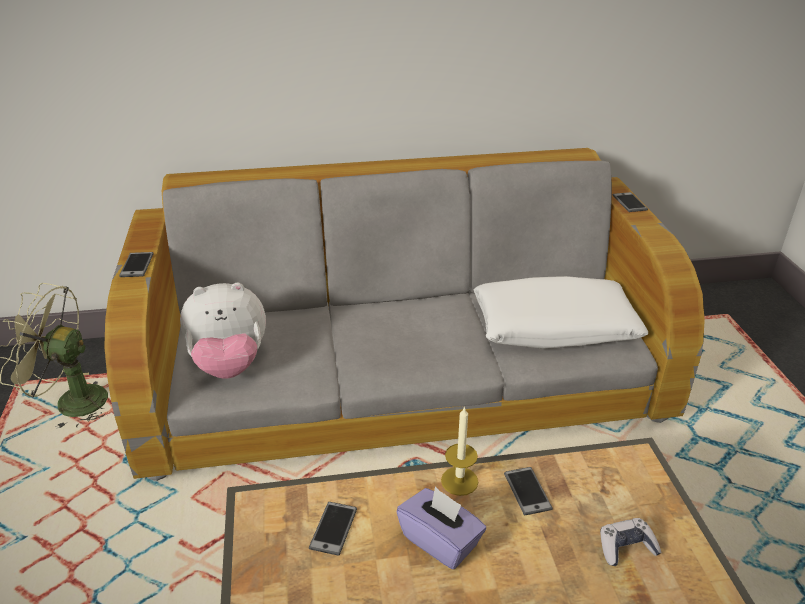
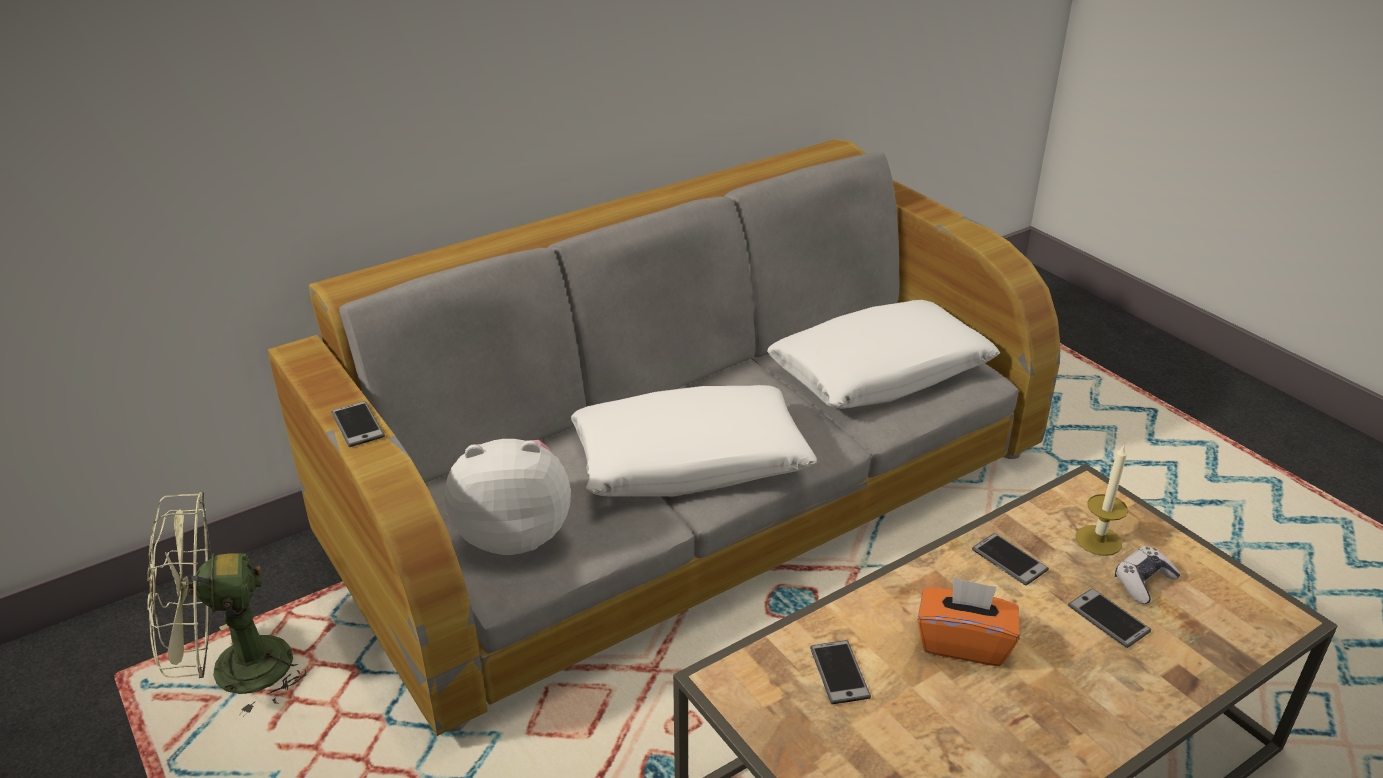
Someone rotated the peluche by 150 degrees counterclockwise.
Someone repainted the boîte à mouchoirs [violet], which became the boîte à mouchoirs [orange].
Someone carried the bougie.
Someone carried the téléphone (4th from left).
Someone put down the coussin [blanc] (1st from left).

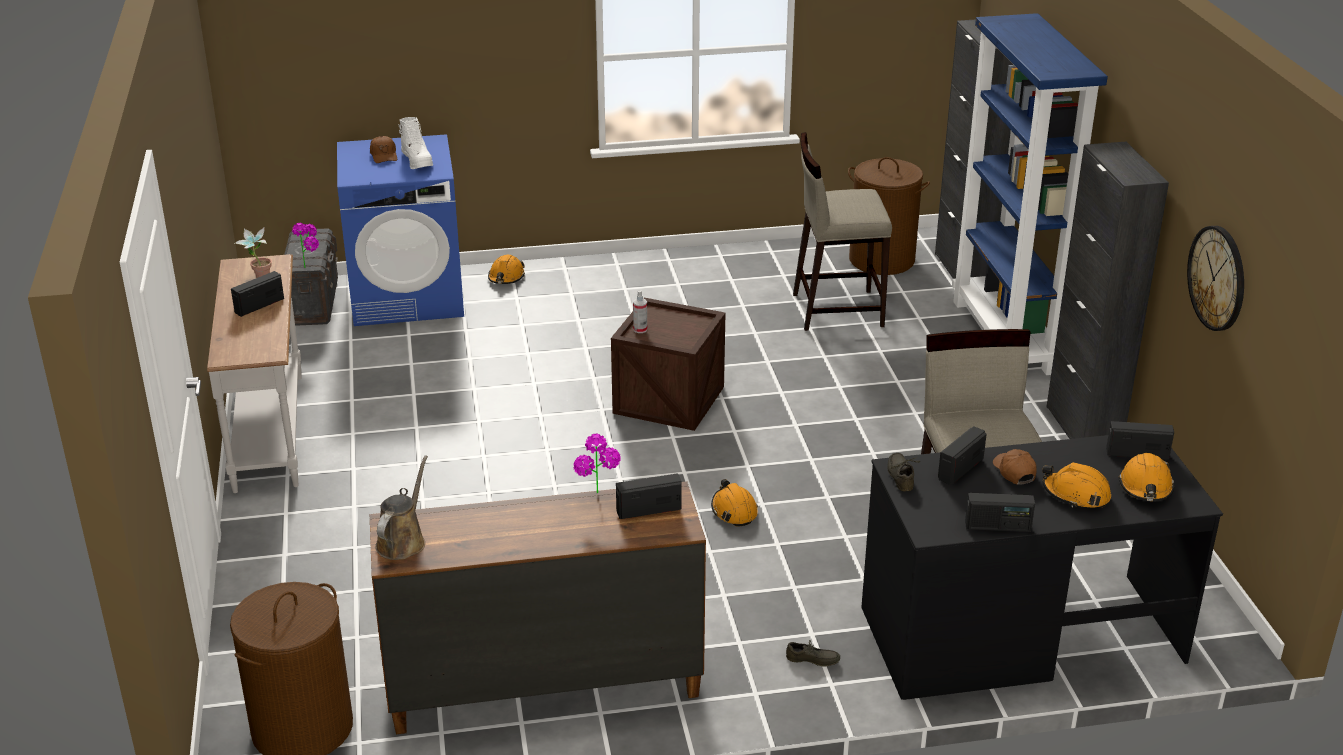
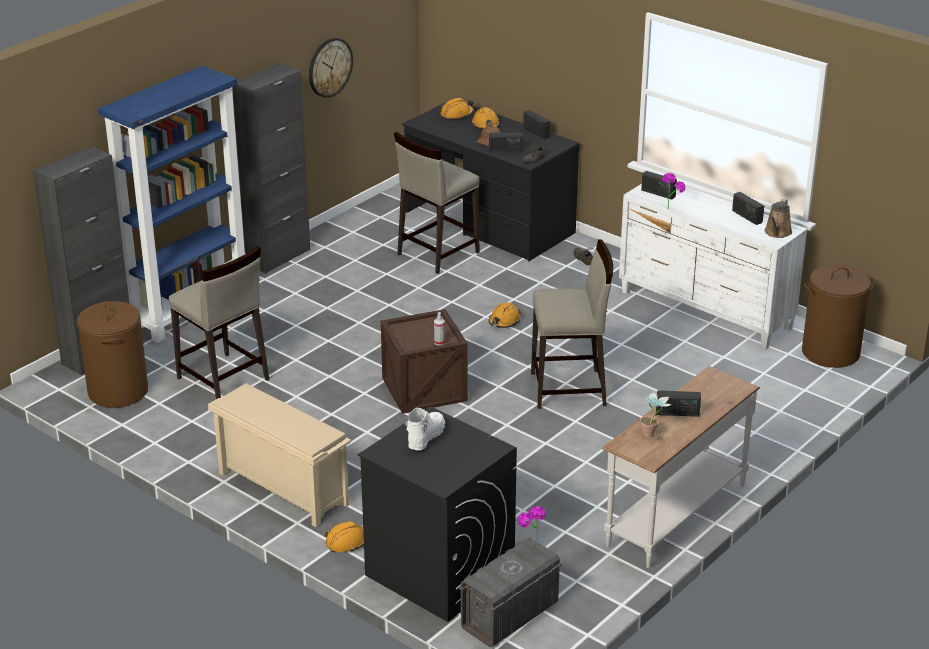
Someone repainted the lave-linge [bleu], which became the lave-linge [noir].
Someone took away the casquette [marron] (1st from left).
Someone repainted the commode [marron], which became the commode [blanc].
Someone rotated the arrosoir [marron] by 45 degrees counterclockwise.
Someone carried the radio (5th from left).
Someone put down the étagère à chaussures [beige].
Someone put down the tabouret [beige] (3rd from left).

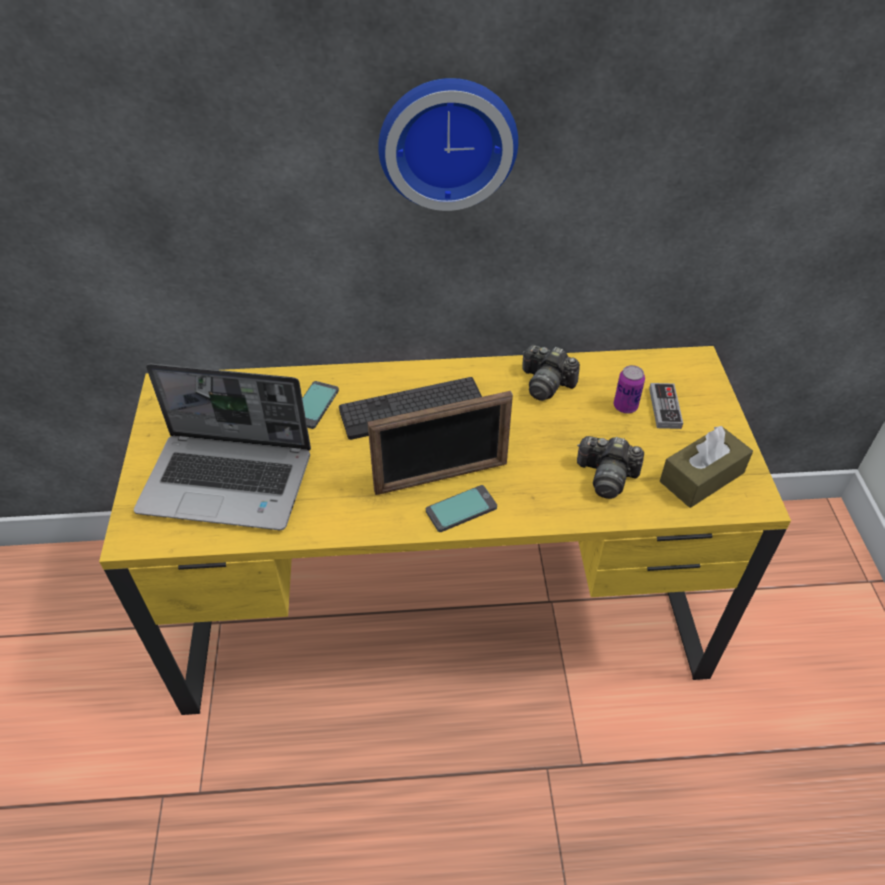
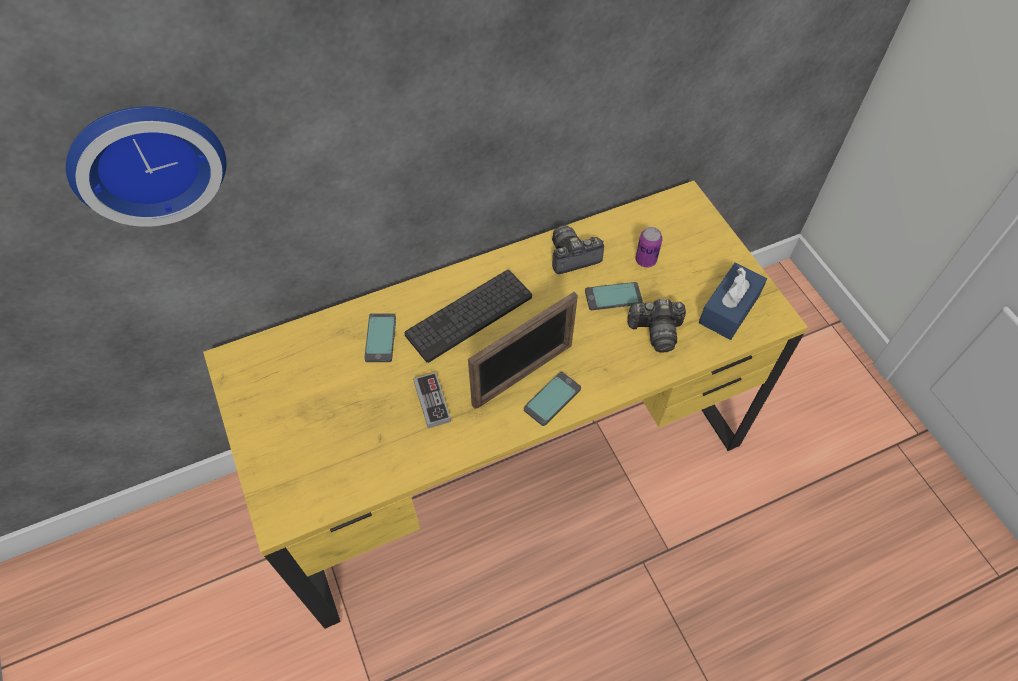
Someone took away the ordinateur portable.
Someone carried the horloge murale.
Someone rotated the appareil photo (1st from left) by 150 degrees clockwise.
Someone carried the manette.
Someone repainted the boîte à mouchoirs [marron], which became the boîte à mouchoirs [bleu].
Someone put down the téléphone (3rd from left).

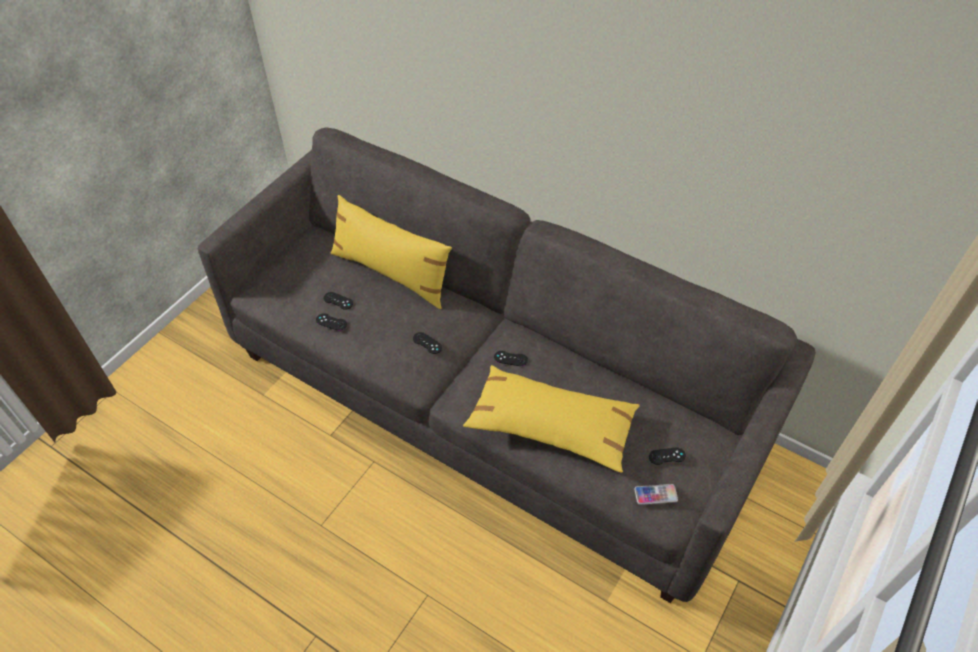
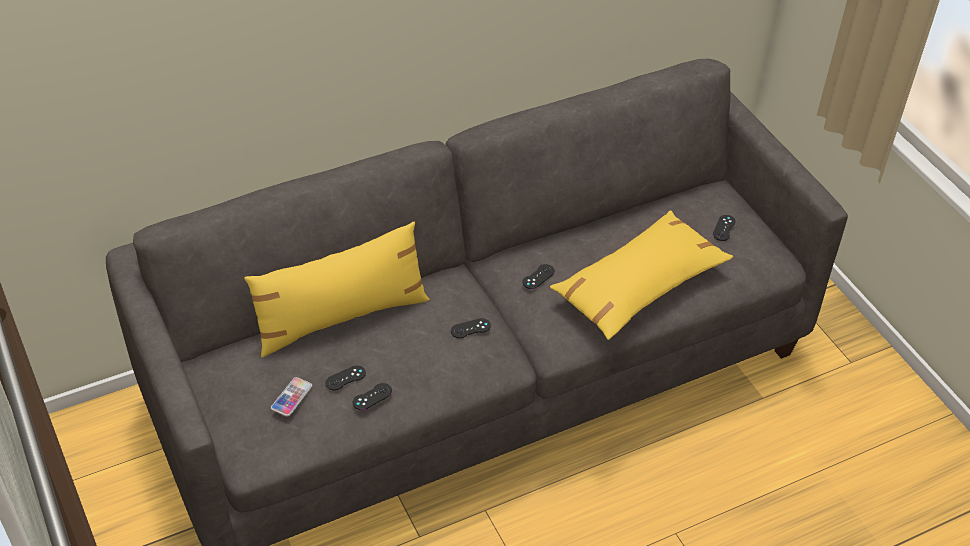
Someone carried the téléphone.

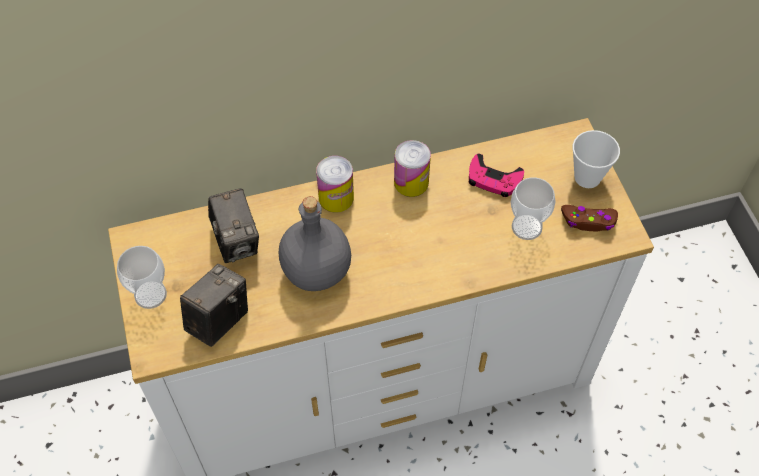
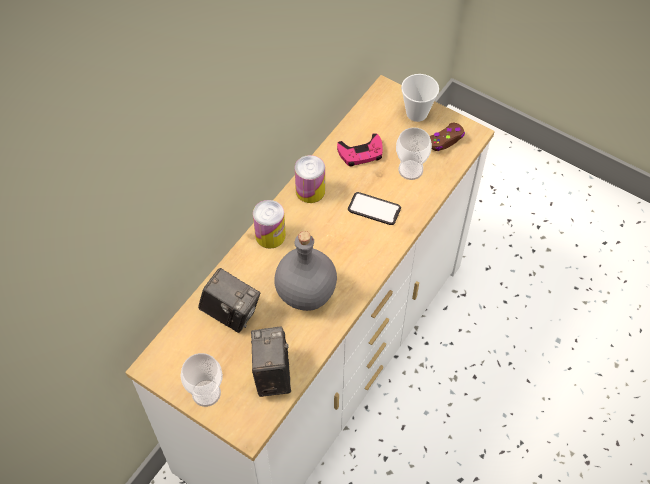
Someone put down the téléphone.

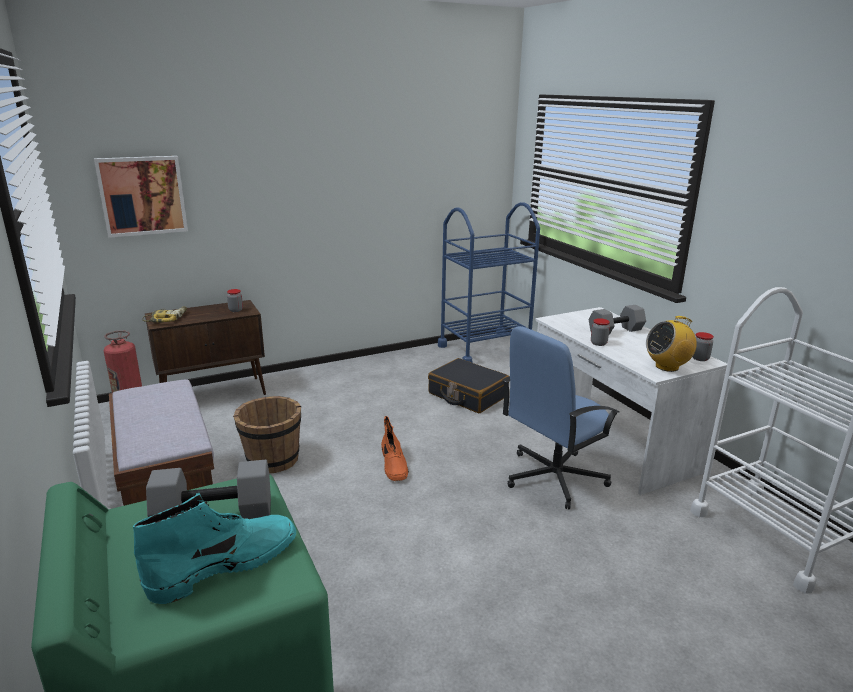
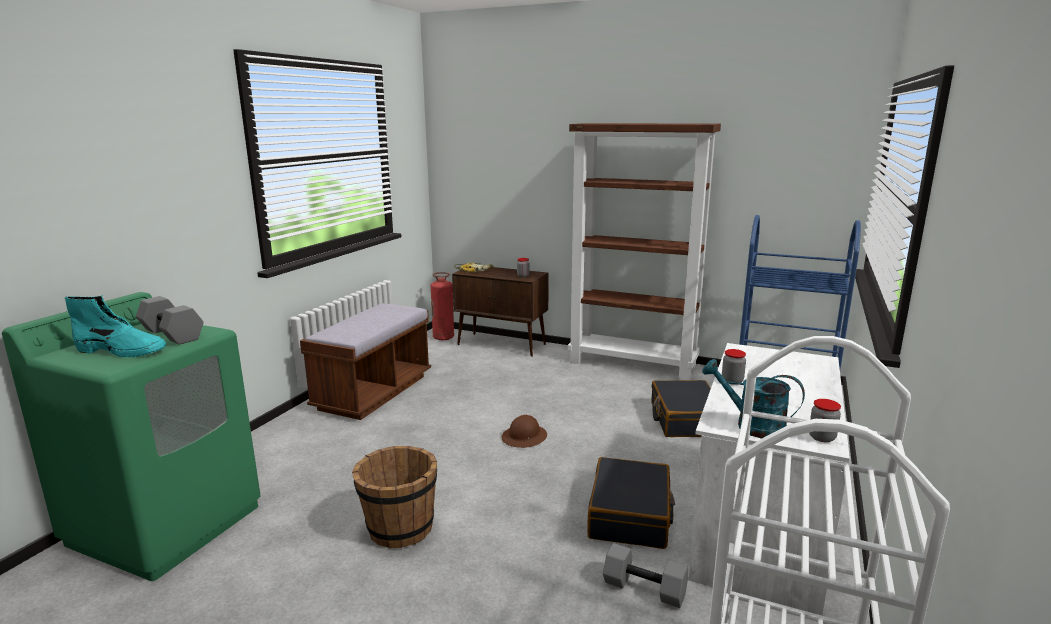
Someone took away the tableau.
Someone carried the seau [marron].
Someone swapped the botte [orange] for the casque de chantier [marron].
Someone swapped the chaise de bureau [bleu] for the valise [noir] (1st from left).
Someone carried the haltère [gris] (2nd from left).
Someone swapped the radio for the arrosoir [turquoise].
Someone put down the bibliothèque [marron].

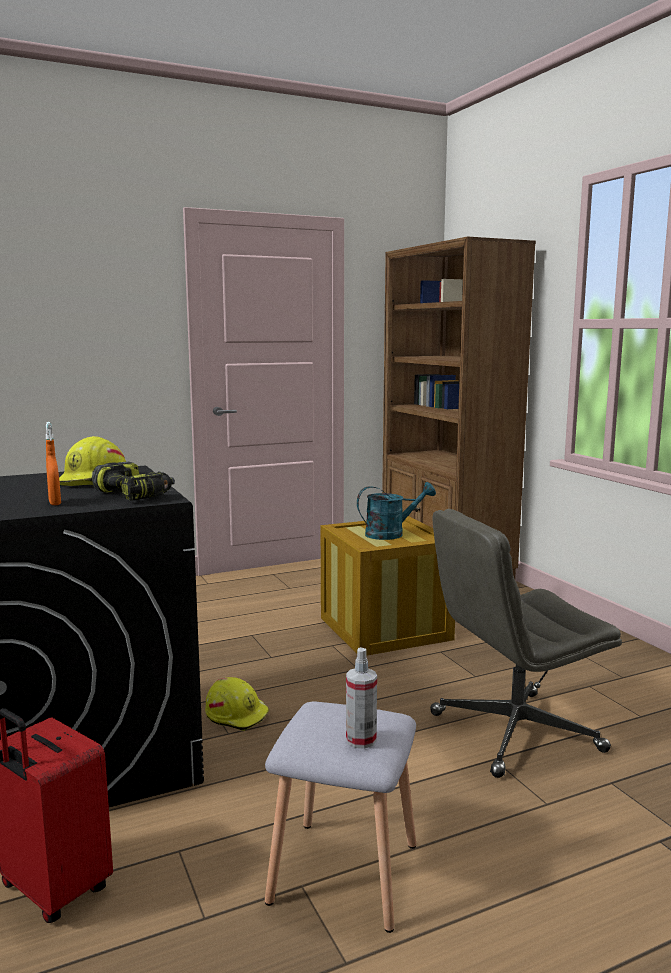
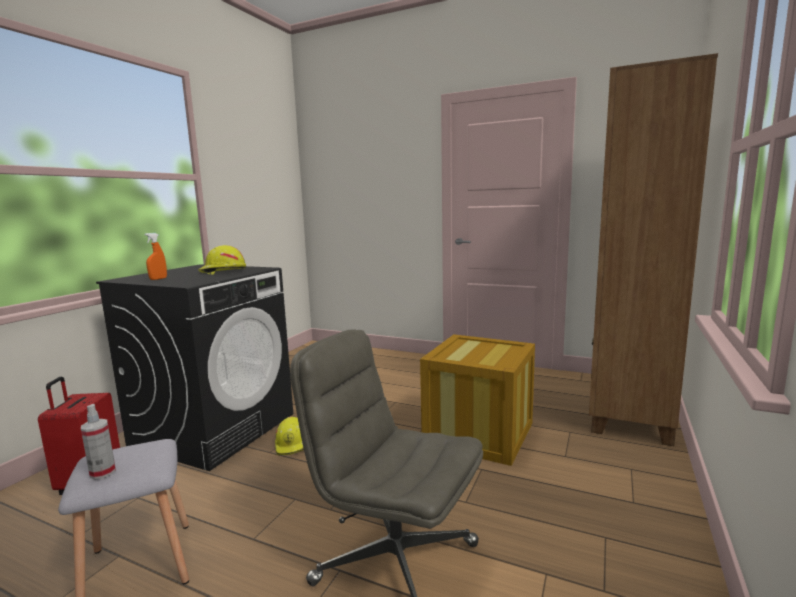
Someone took away the perceuse.
Someone took away the arrosoir [turquoise].

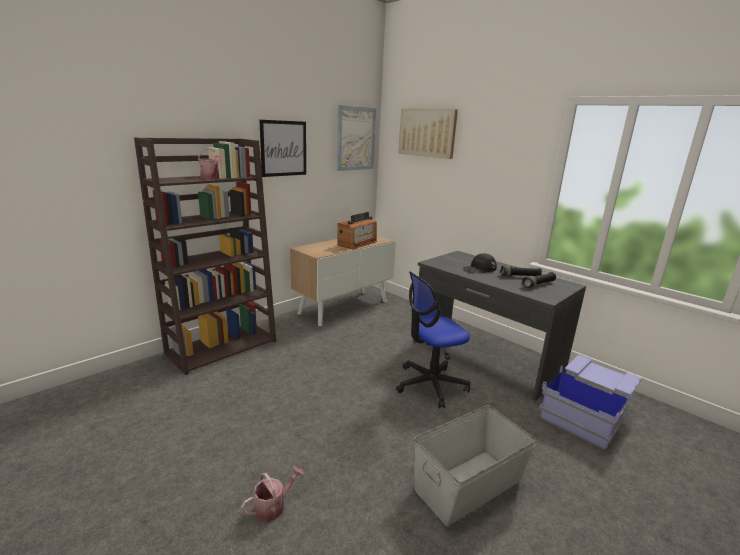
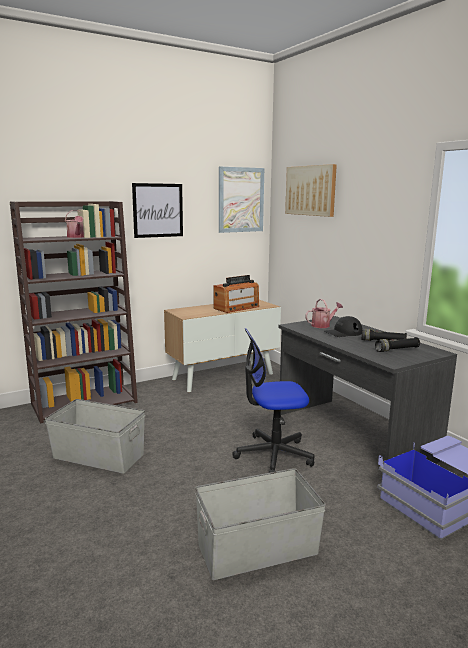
Someone carried the arrosoir (2nd from left).
Someone put down the boîte de rangement [gris] (1st from left).

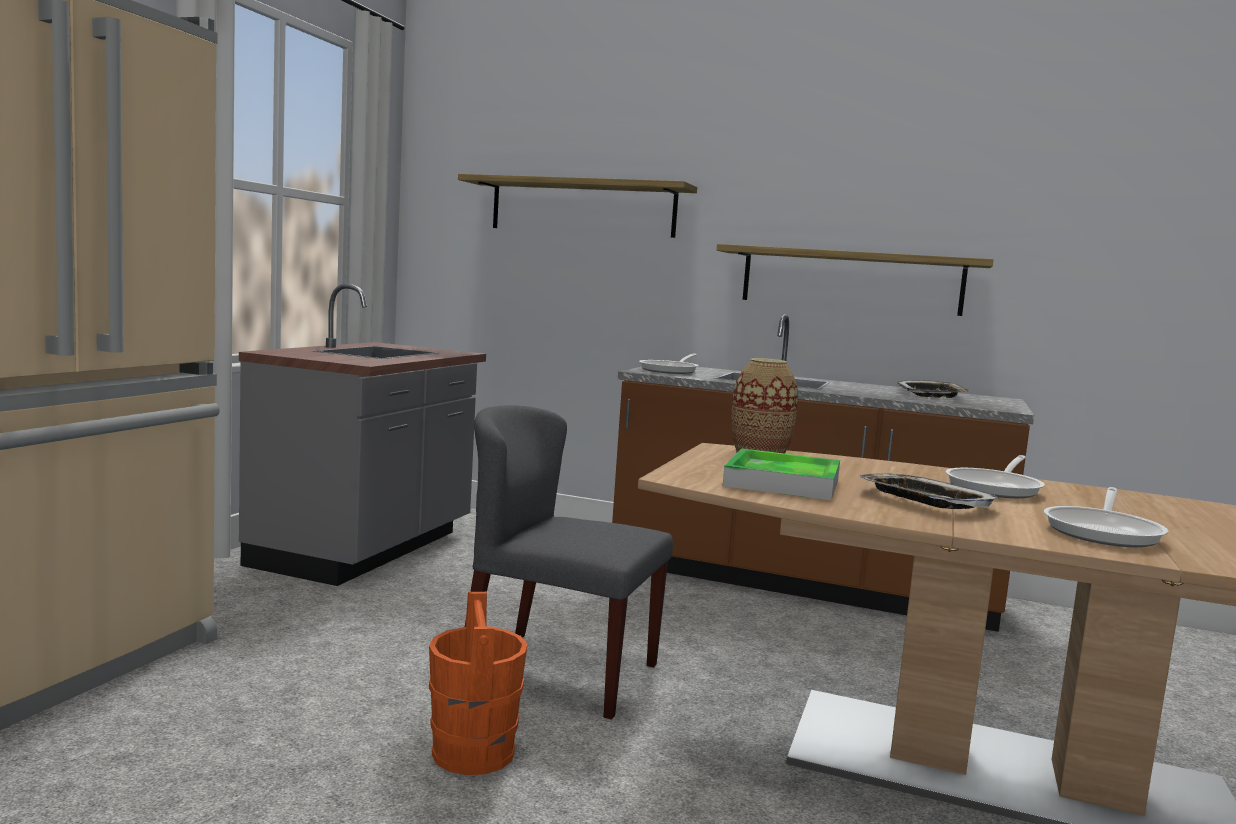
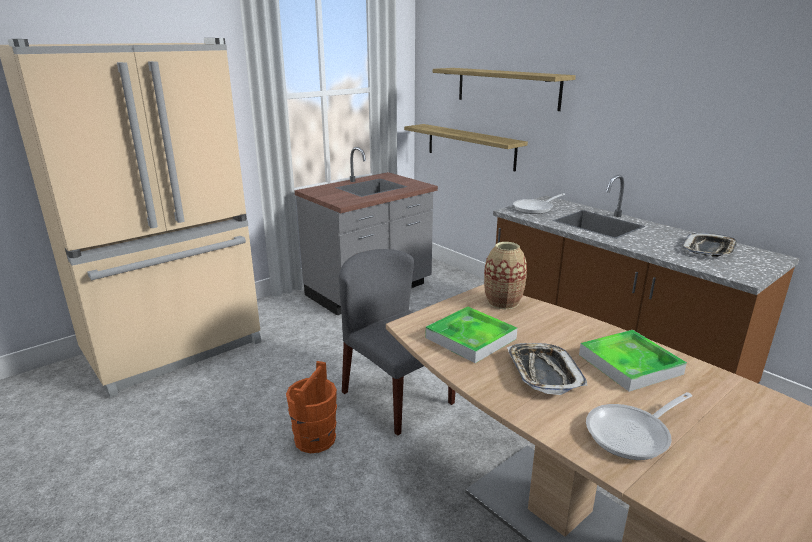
Someone carried the étagère (2nd from left in the first image).
Someone swapped the poêle (2nd from left) for the plateau (3rd from left).

